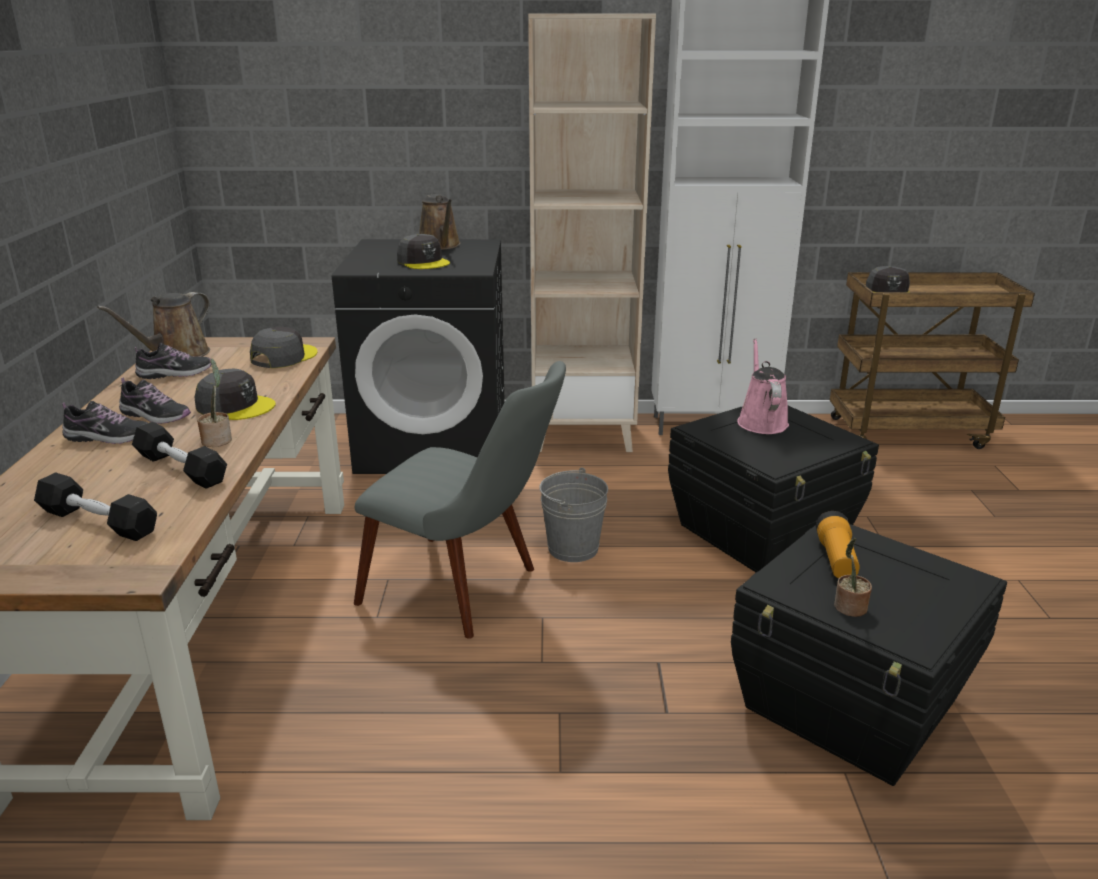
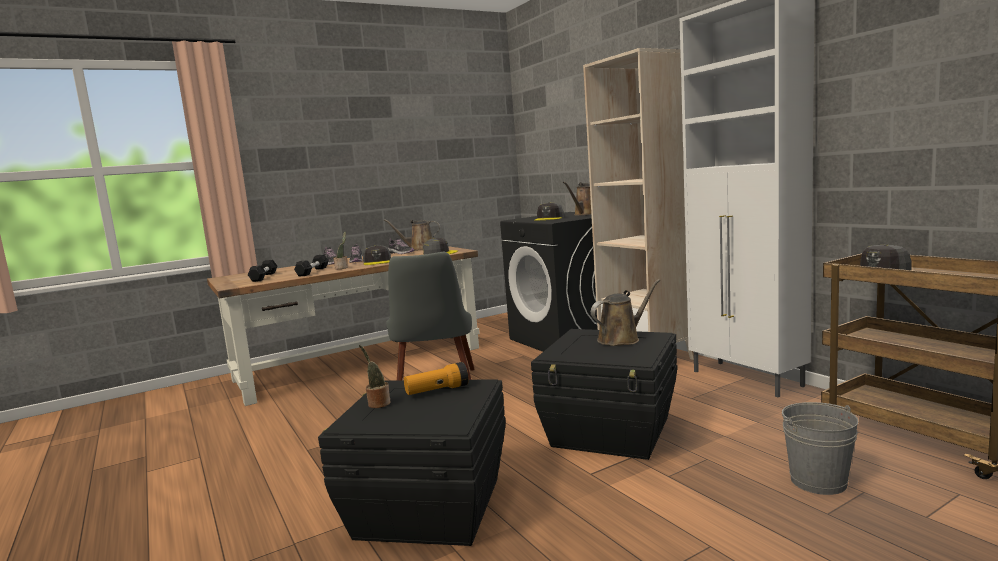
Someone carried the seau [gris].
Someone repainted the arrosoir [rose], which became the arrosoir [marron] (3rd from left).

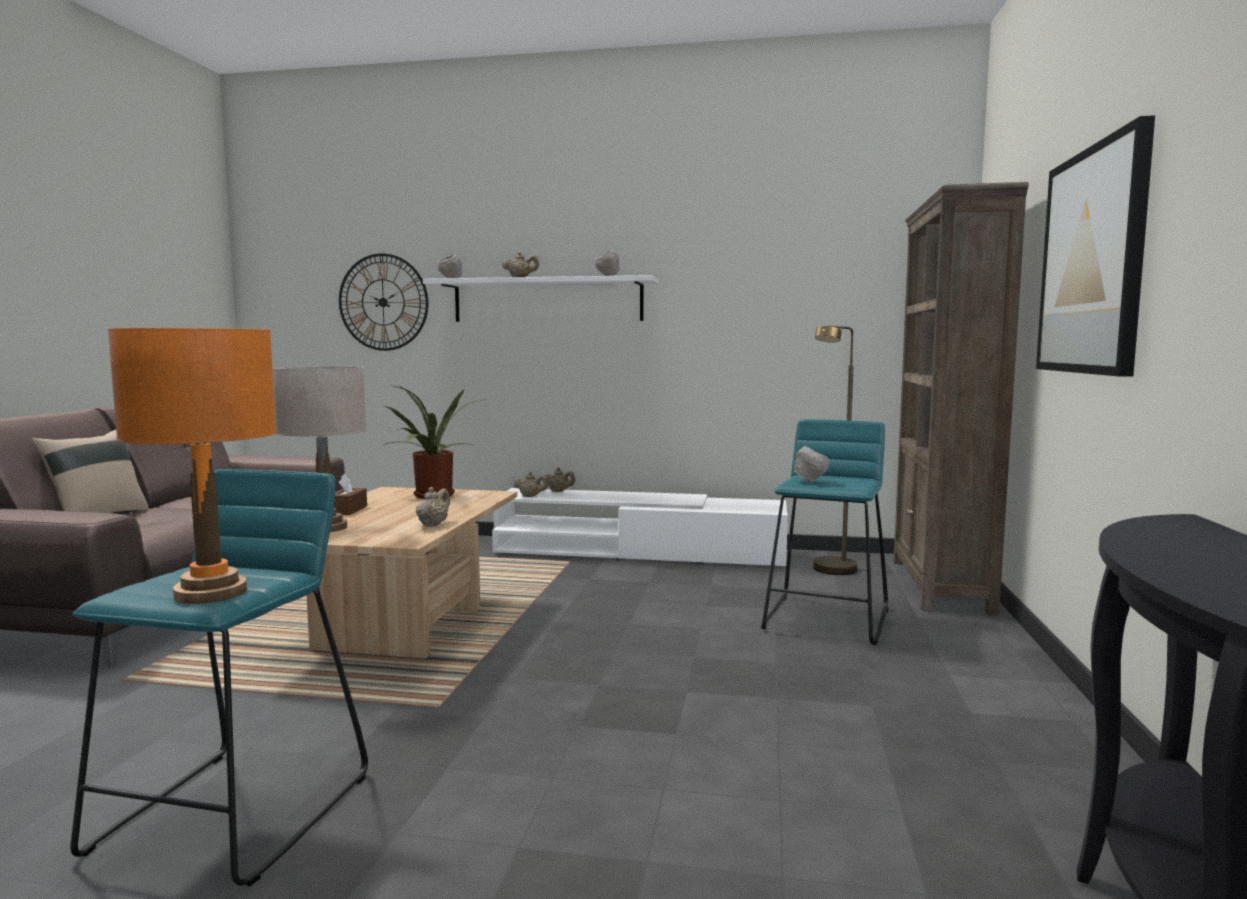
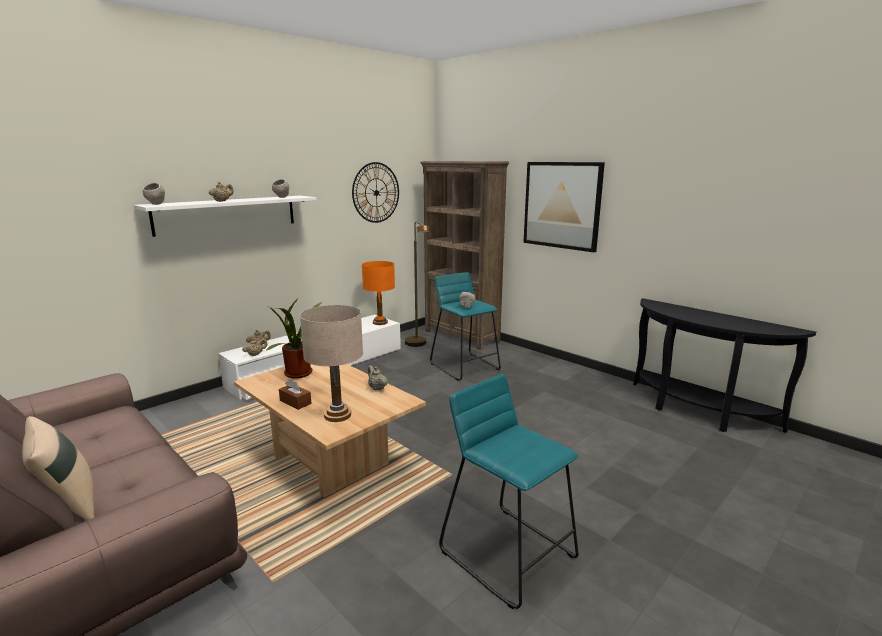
Someone carried the lampe de table [orange].
Someone carried the horloge murale.

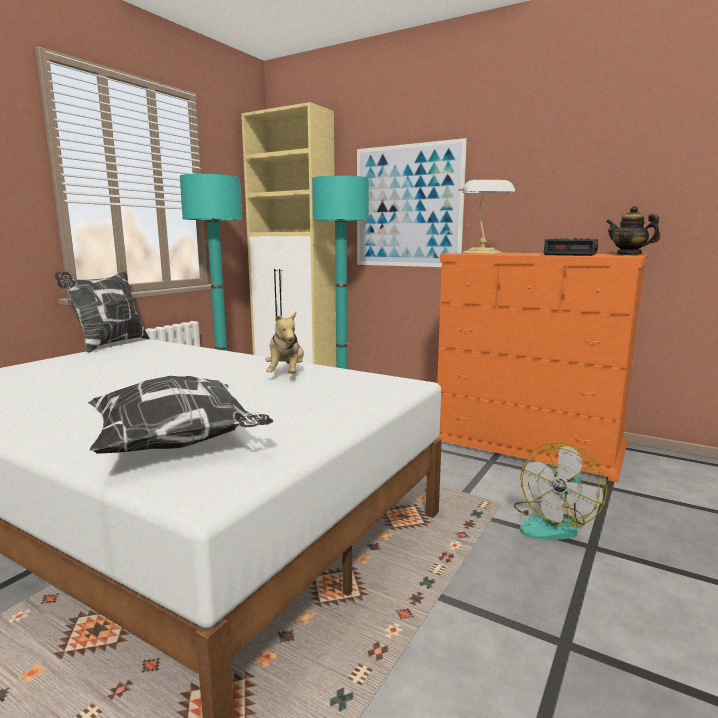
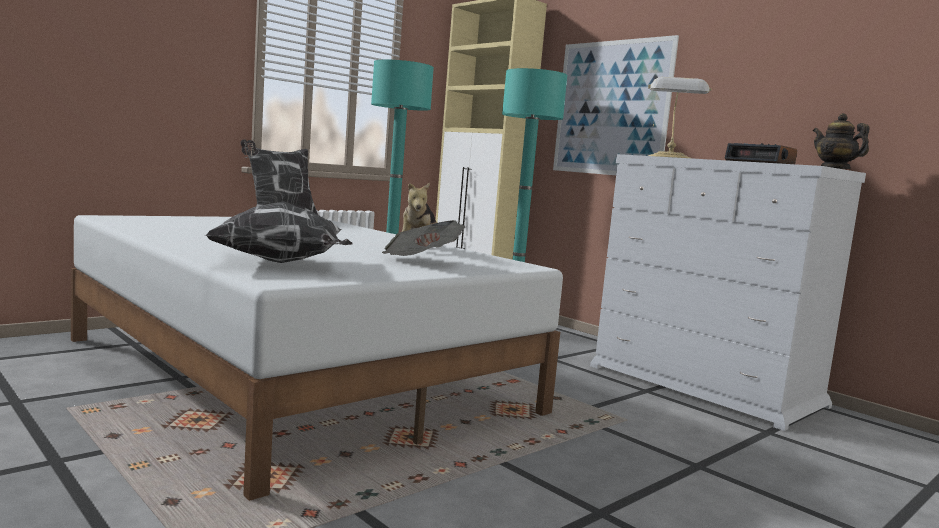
Someone repainted the commode [orange], which became the commode [blanc].
Someone took away the ventilateur.
Someone put down the journal.

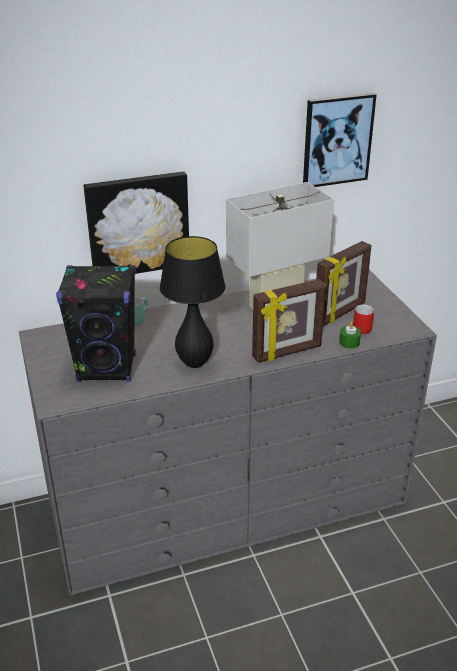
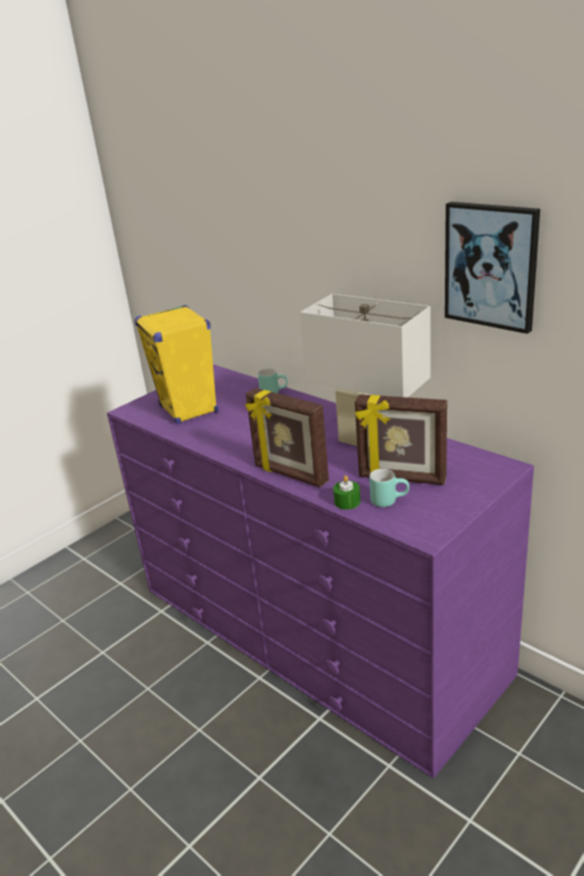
Someone repainted the commode [gris], which became the commode [violet].
Someone repainted the enceinte [noir], which became the enceinte [jaune].
Someone took away the tableau (1st from left).
Someone took away the lampe de table [noir].
Someone repainted the mug [rouge], which became the mug [turquoise] (2nd from left).

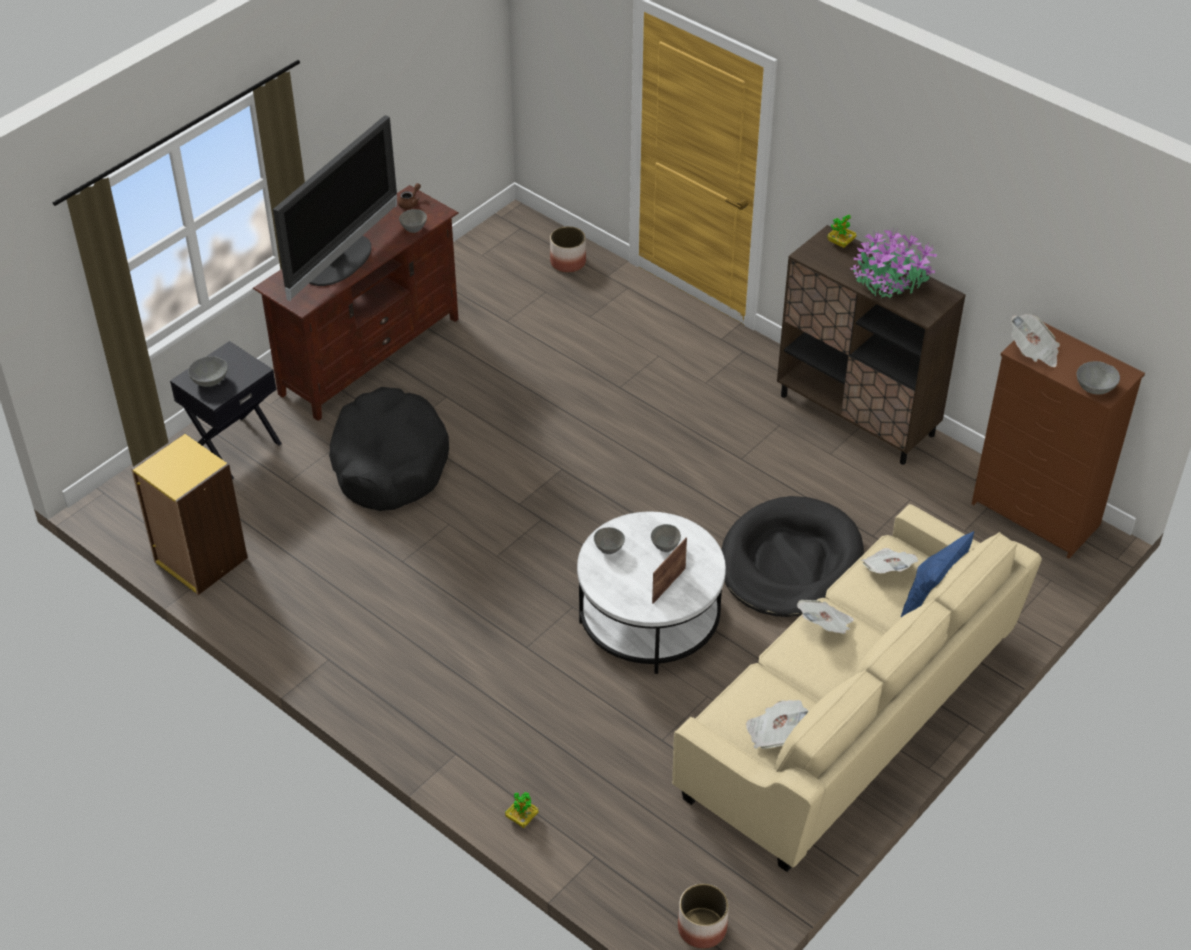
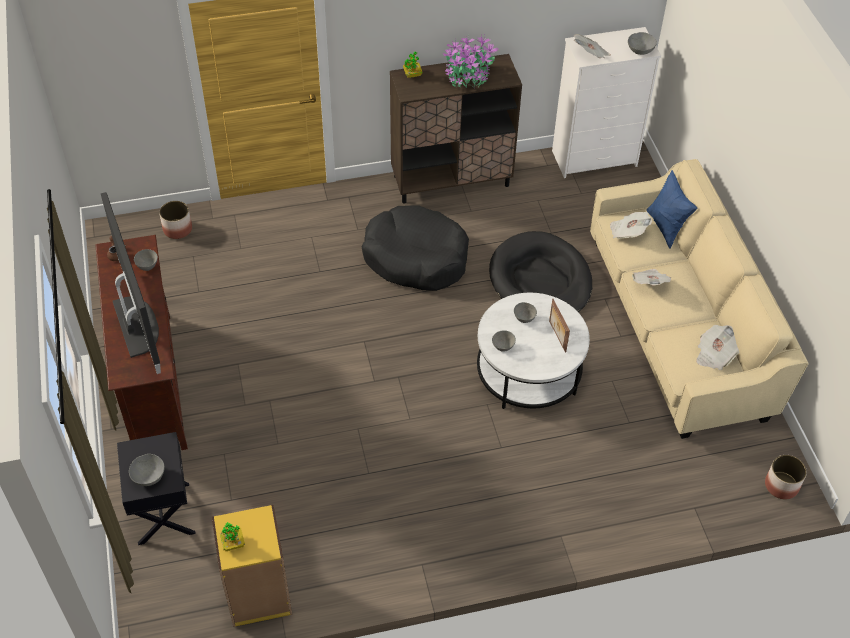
Someone carried the panier pour chien [noir] (1st from left).
Someone carried the plante en pot (1st from left).
Someone repainted the commode [marron], which became the commode [blanc].

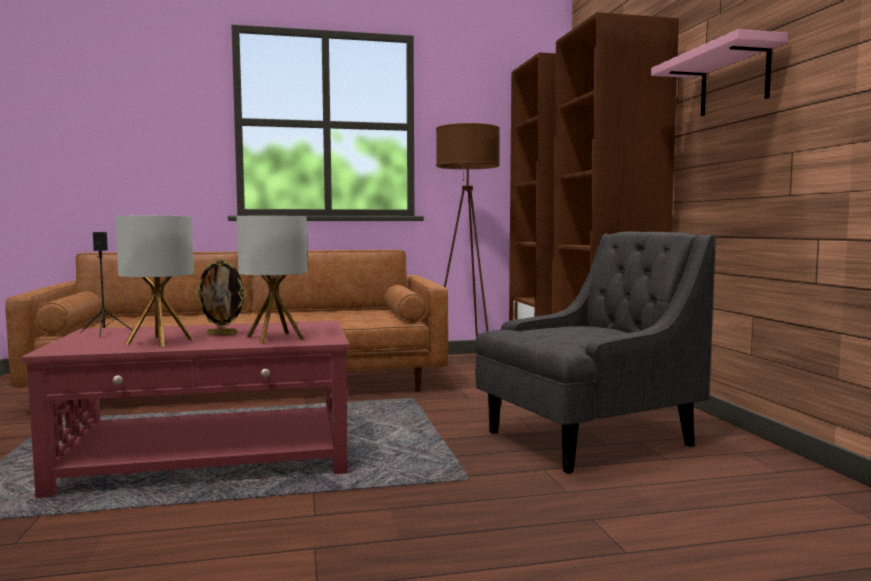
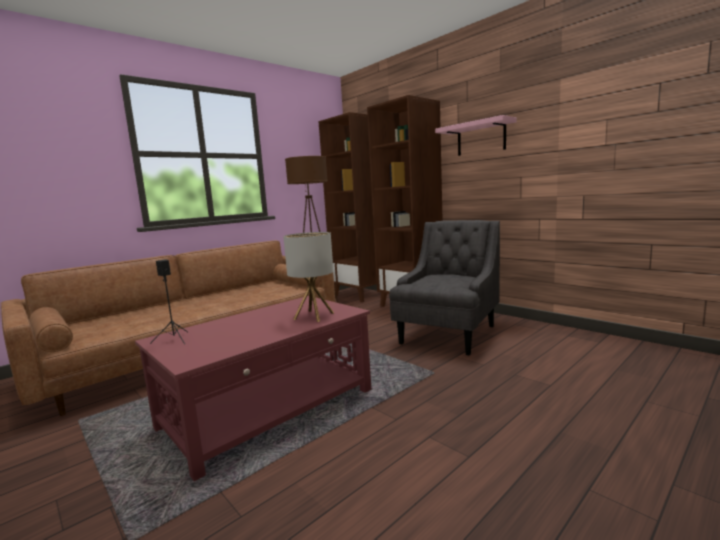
Someone took away the lampe de table (1st from left).
Someone took away the cadre photo.

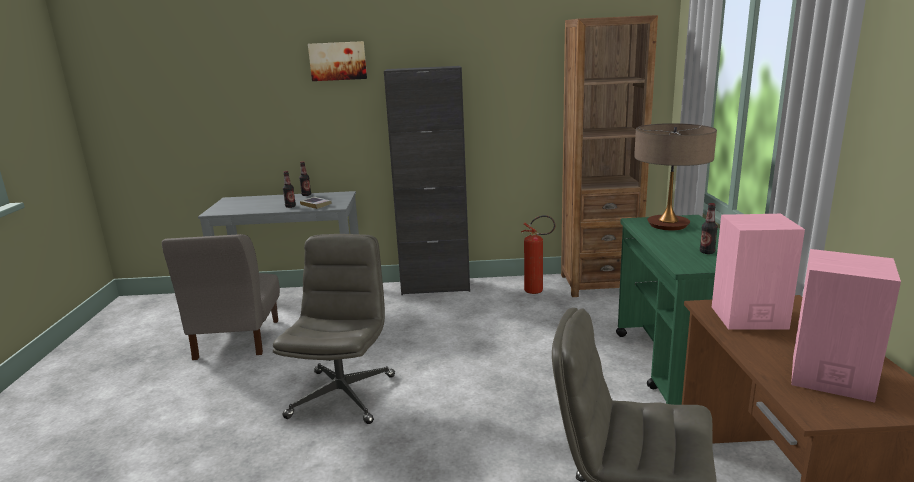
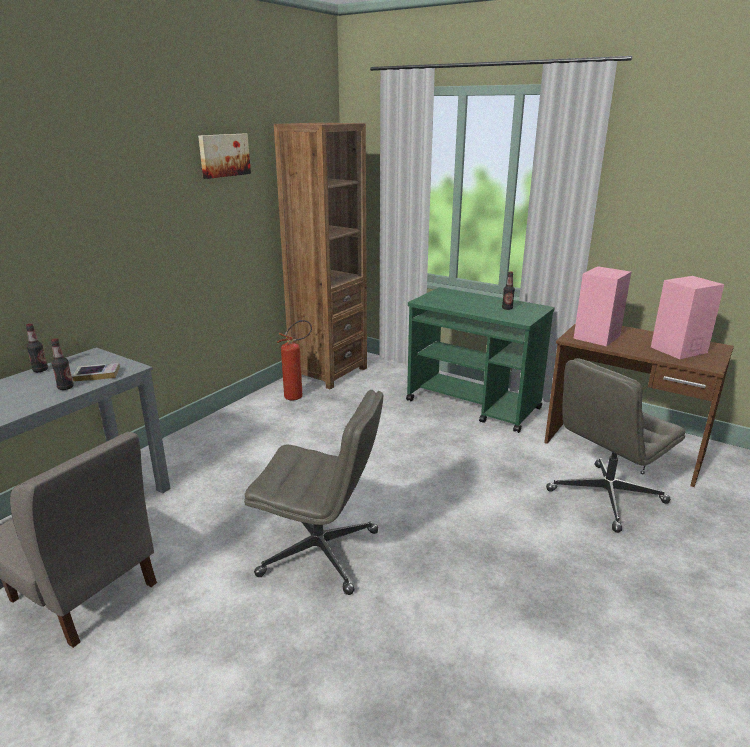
Someone rotated the chaise de bureau [gris] (1st from left) by 150 degrees clockwise.
Someone carried the tableau.
Someone took away the meuble de rangement [noir].
Someone took away the lampe de table.

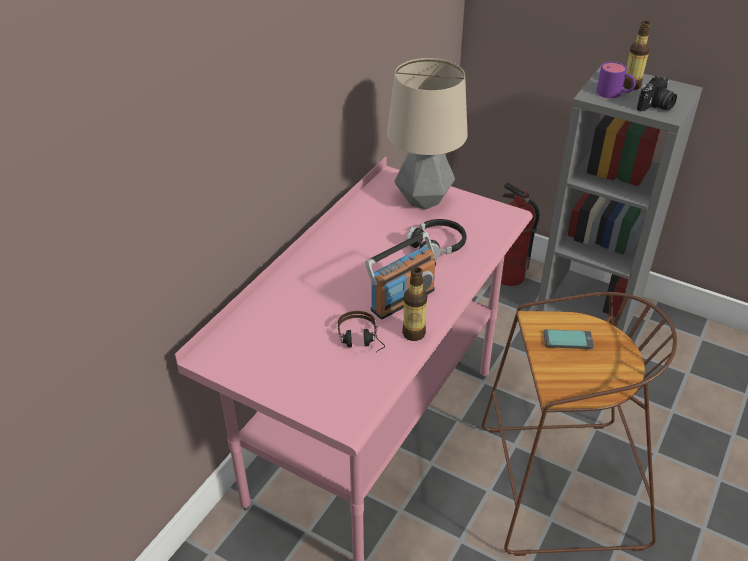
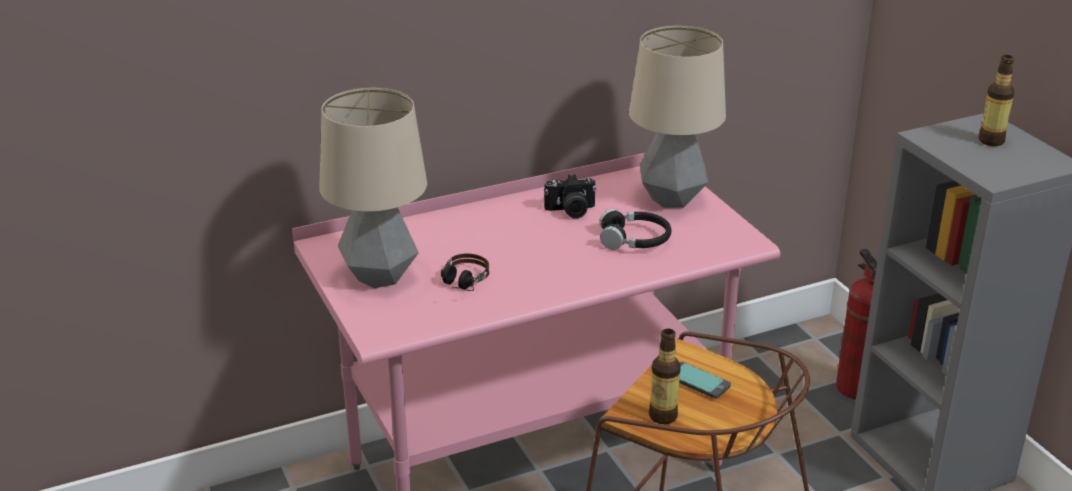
Someone took away the radio.
Someone carried the bouteille (1st from left).
Someone took away the mug [violet].
Someone carried the appareil photo.
Someone put down the lampe de table (1st from left).

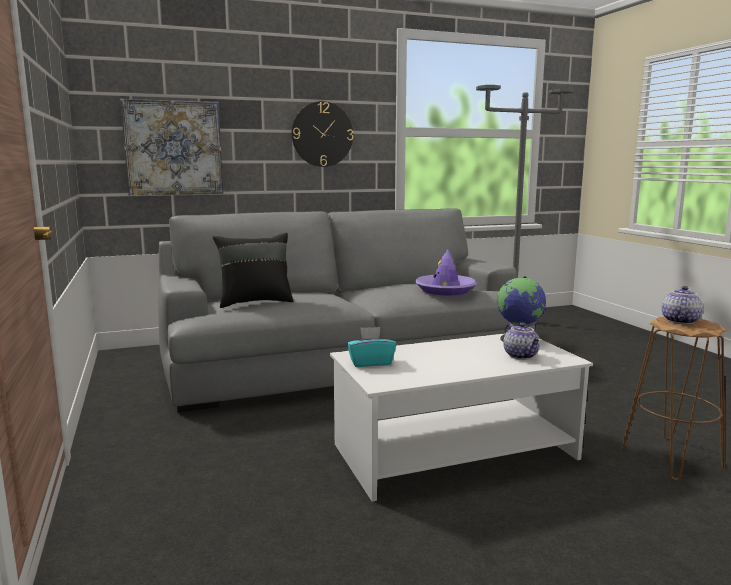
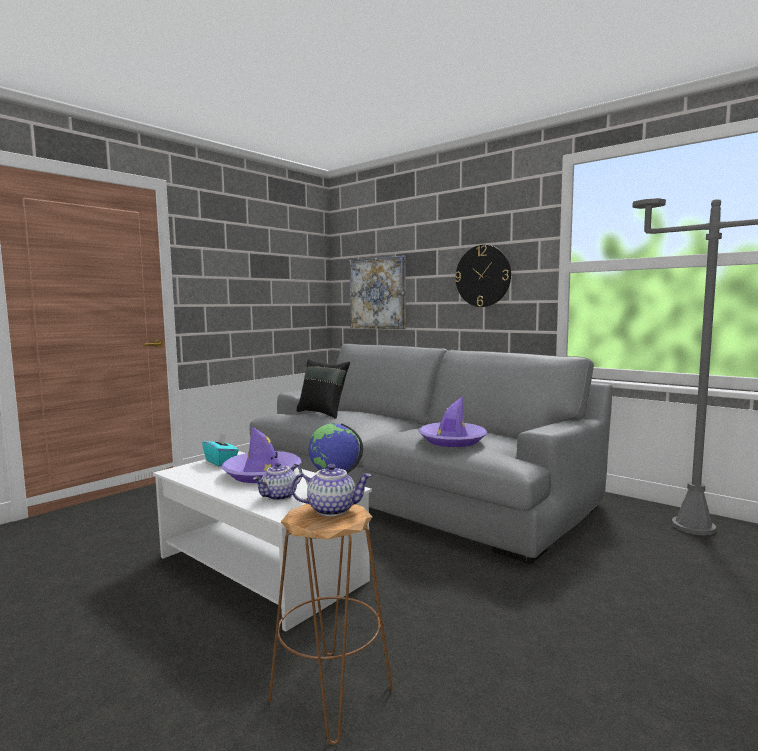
Someone put down the chapeau [violet] (1st from left).

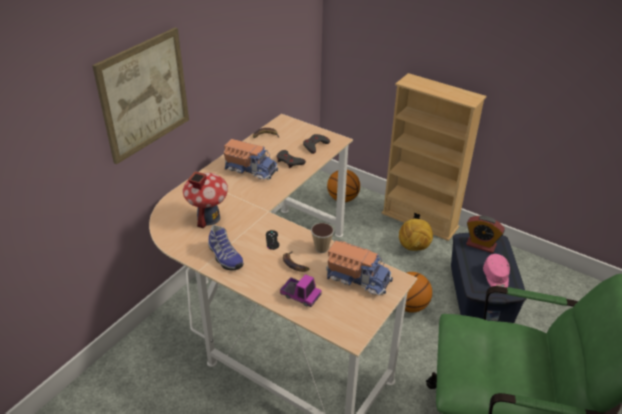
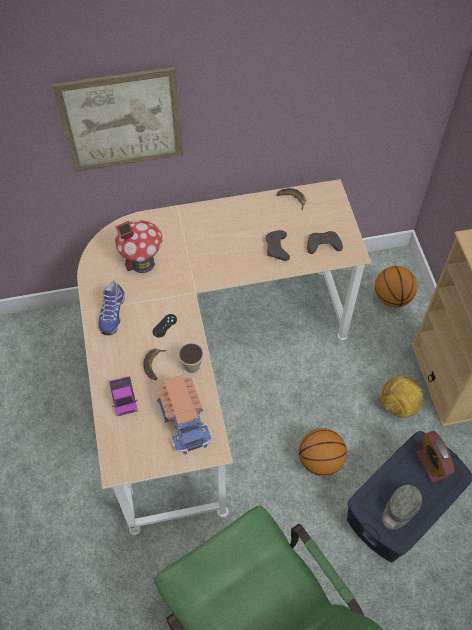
Someone took away the camion jouet (1st from left).
Someone repainted the casquette [rose], which became the casquette [gris].

